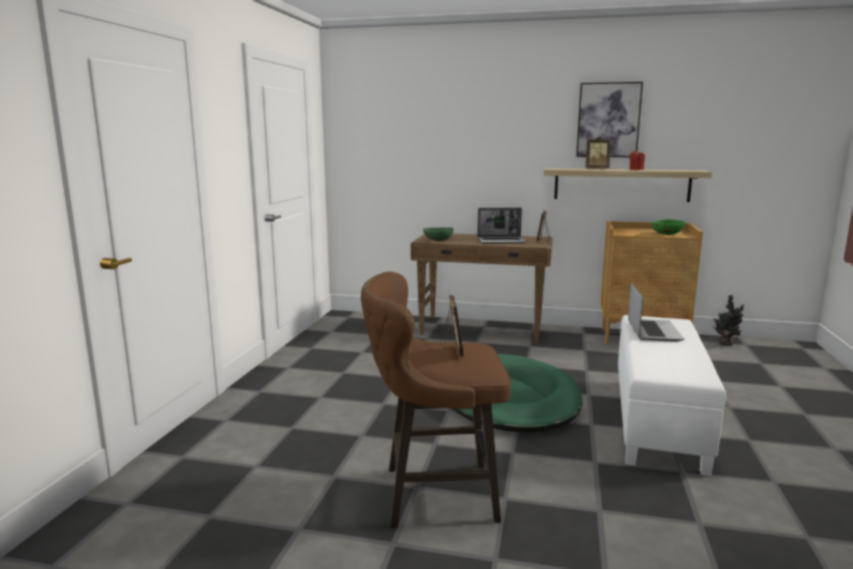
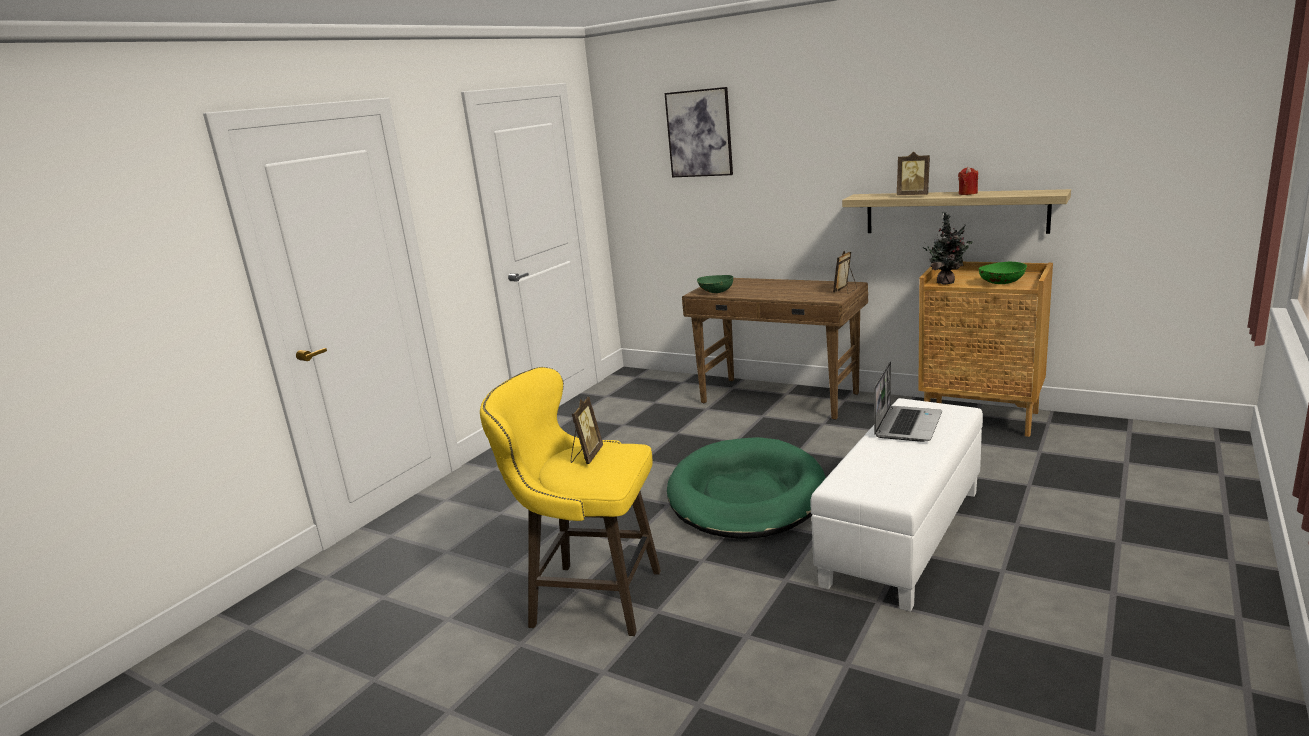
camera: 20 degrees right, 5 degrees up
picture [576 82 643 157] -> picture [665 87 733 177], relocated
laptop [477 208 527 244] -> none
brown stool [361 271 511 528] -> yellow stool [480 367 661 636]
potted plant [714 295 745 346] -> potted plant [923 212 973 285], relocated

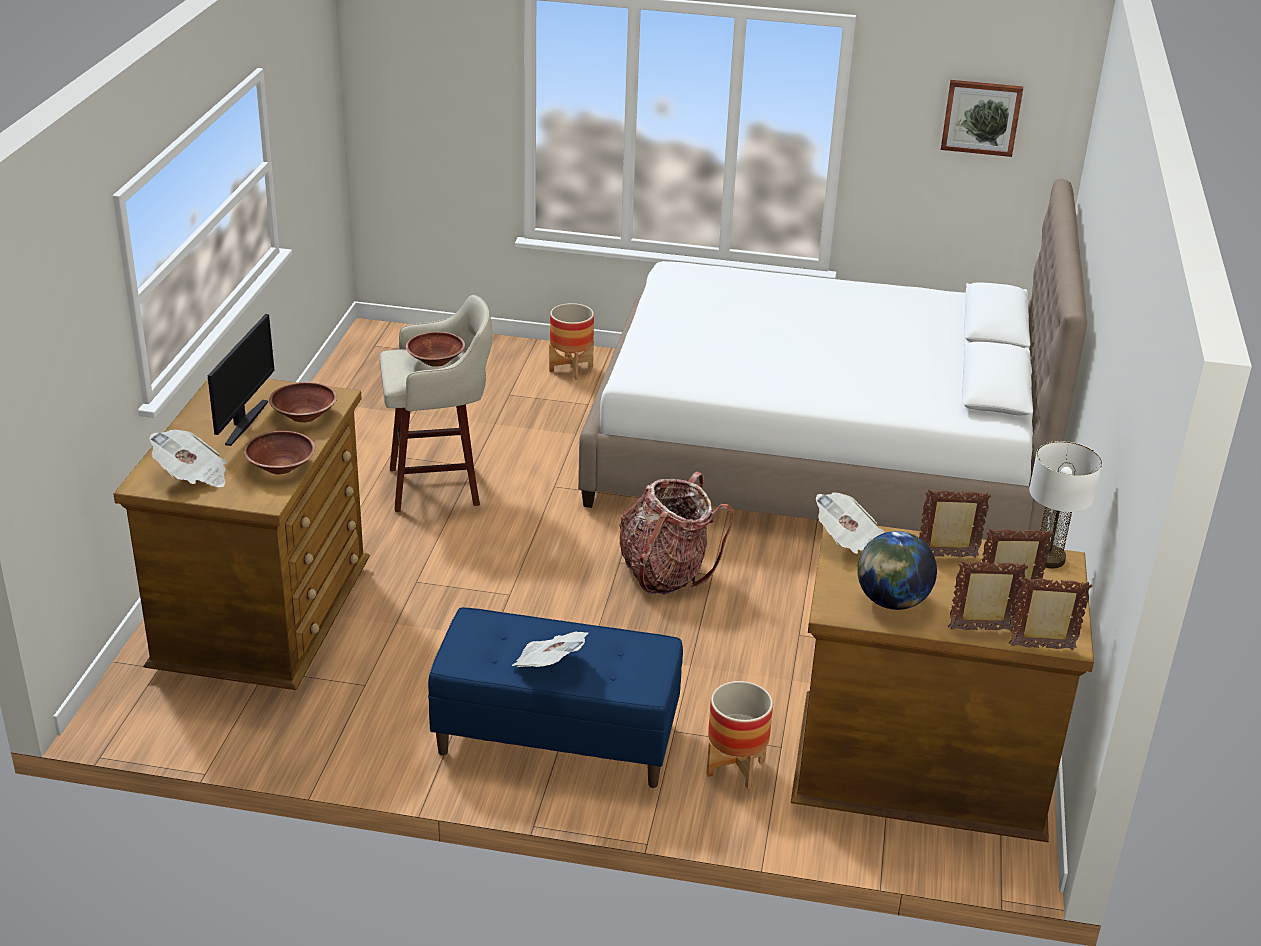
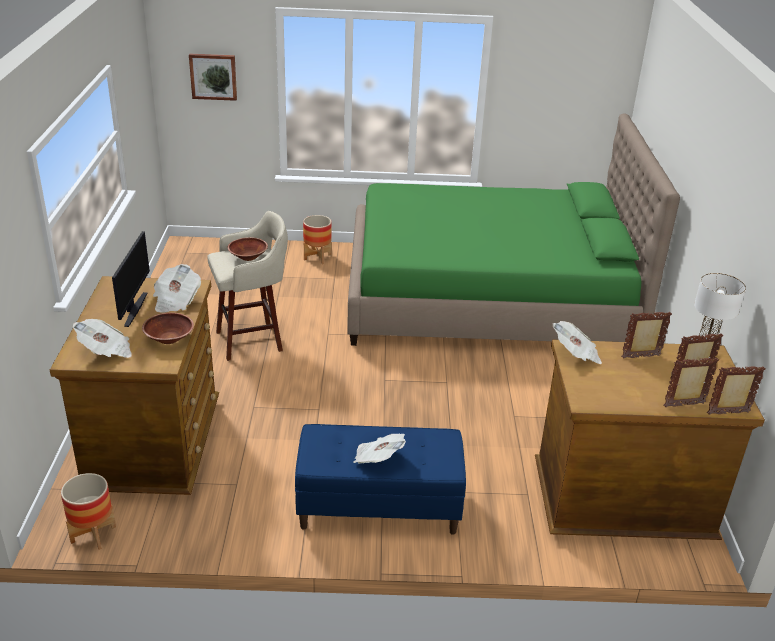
camera: 10 degrees left, 0 degrees up
picture [941 80 1023 157] -> picture [189 54 237 101], relocated
white bed [578 179 1087 540] -> green bed [347 113 680 346]
brown bowl [269 382 337 423] -> newspaper [153 264 201 313]
backpack [619 472 733 595] -> none
globe [857 531 937 610] -> none
planter [706 681 773 790] -> planter [61 473 116 550], relocated

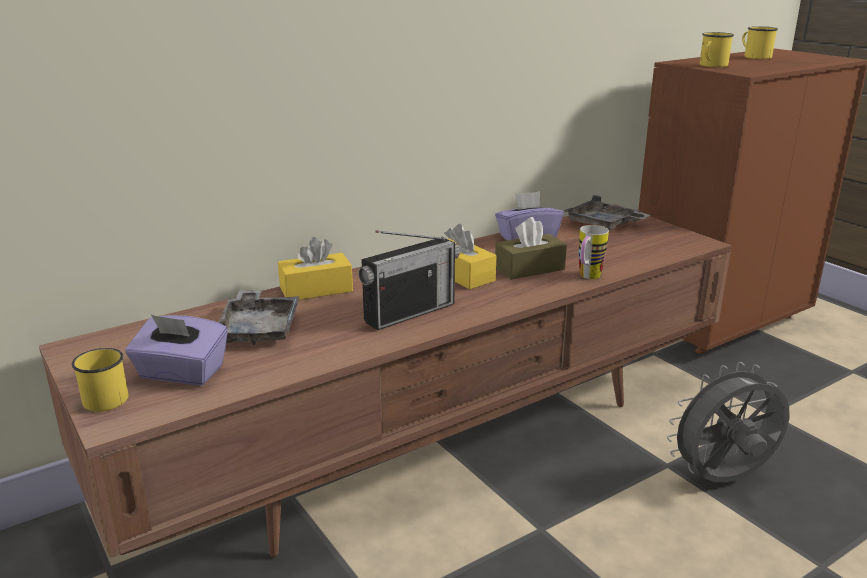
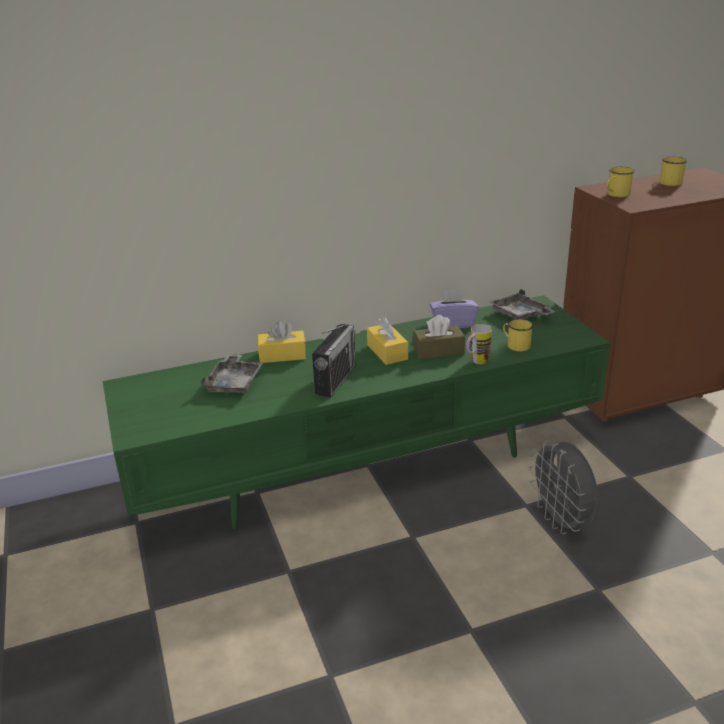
camera: 15 degrees right, 5 degrees up
brown tv stand [39 204 732 559] -> green tv stand [103 295 610 530]
radio [358 230 460 330] -> radio [312 324 356 397], 45 degrees counterclockwise
purple tissue box [125 315 228 385] -> none
yellow mug [72 348 128 412] -> yellow mug [503 319 533 352], relocated
grey fan [667 362 790 482] -> grey fan [528 440 599 534], 105 degrees counterclockwise

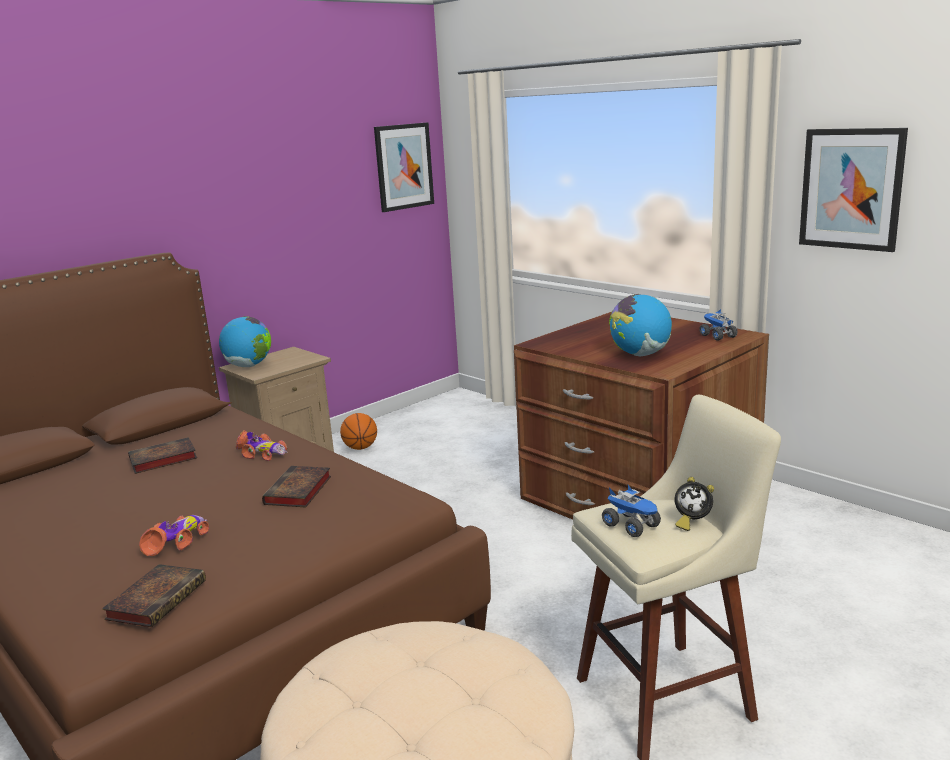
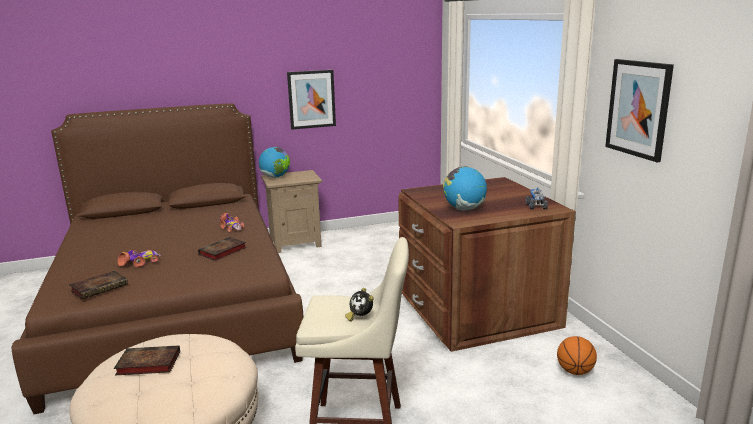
camera: 25 degrees right, 0 degrees up
picture [374 122 434 212] -> picture [287 70 336 130], relocated
basketball [340 413 377 450] -> basketball [557 336 597 375], relocated
book [128 437 197 474] -> book [114 345 180 375], relocated
toy truck [602 485 661 537] -> none

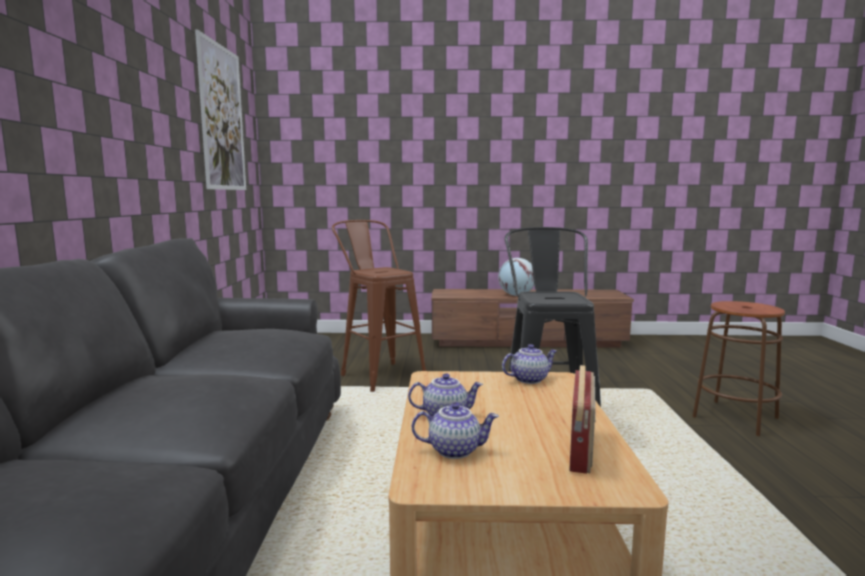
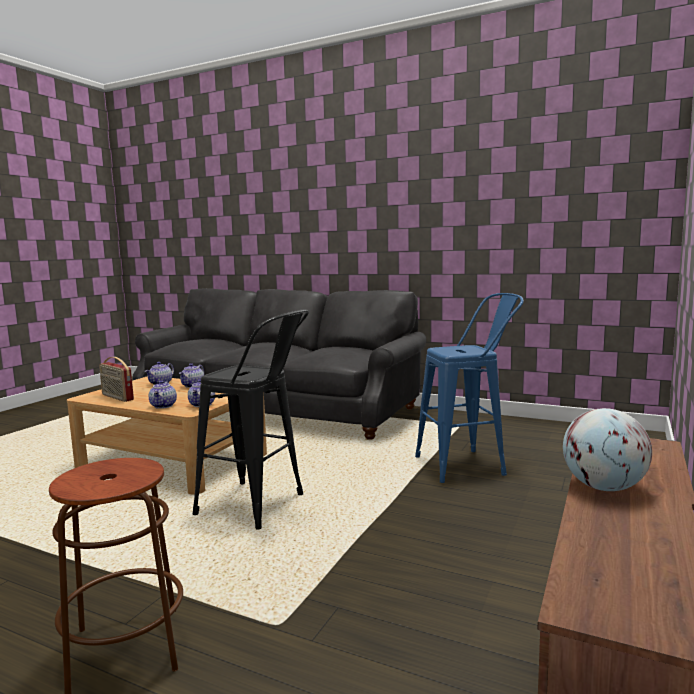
camera: 115 degrees right, 0 degrees up
picture [195 29 246 190] -> none
brown stool [332 220 426 392] -> blue stool [415 293 524 483]
none -> teapot [149 380 177 409]

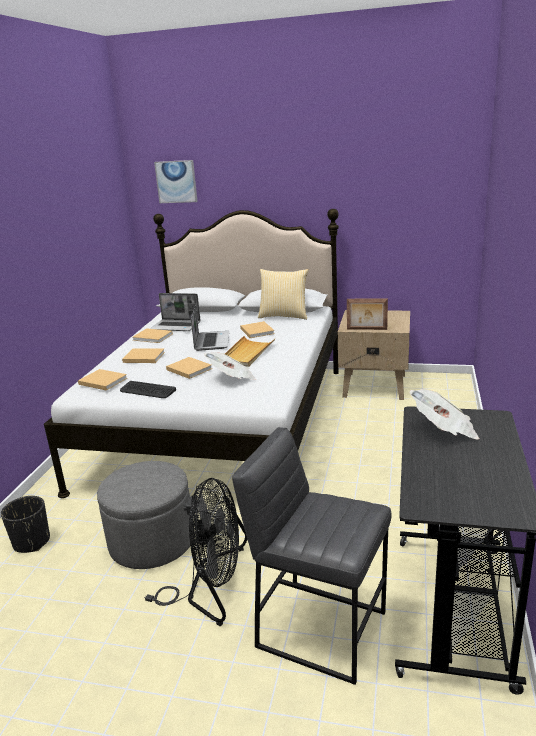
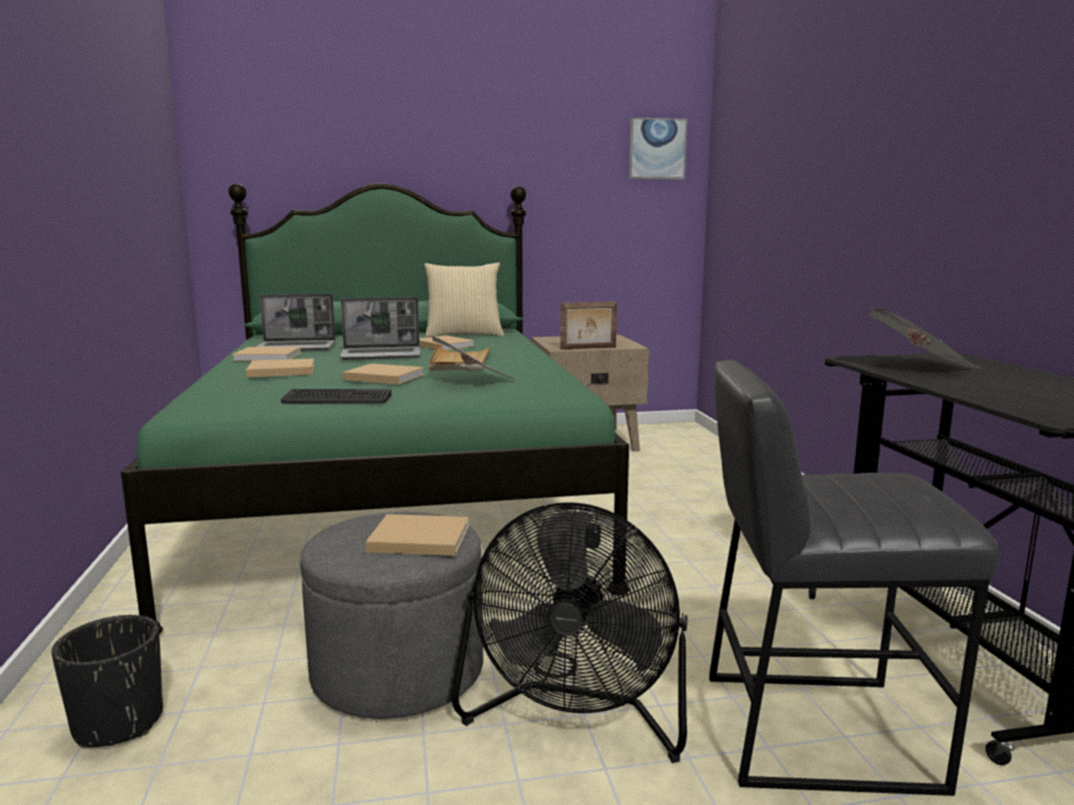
camera: 25 degrees left, 10 degrees down
picture [154 160 198 203] -> picture [629 117 687 180], relocated
white bed [44 209 339 498] -> green bed [121 183 629 634]
laptop [191 305 229 351] -> laptop [340 297 421 360], 105 degrees clockwise
beige book [78 369 127 391] -> beige book [366 514 469 556], relocated
black fan [145 478 247 627] -> black fan [451 502 688 763], 120 degrees clockwise

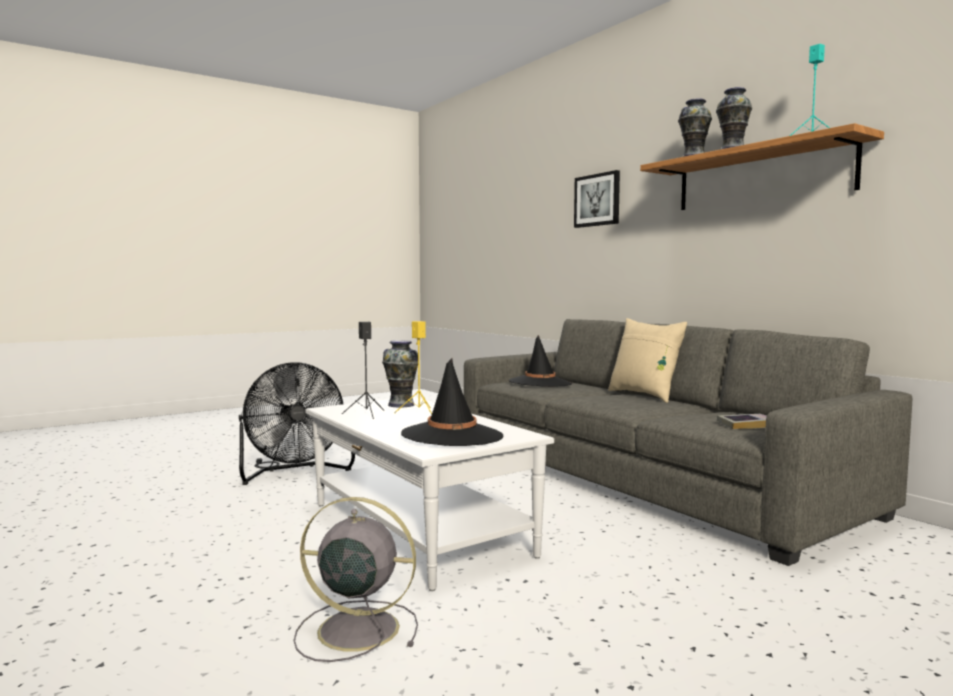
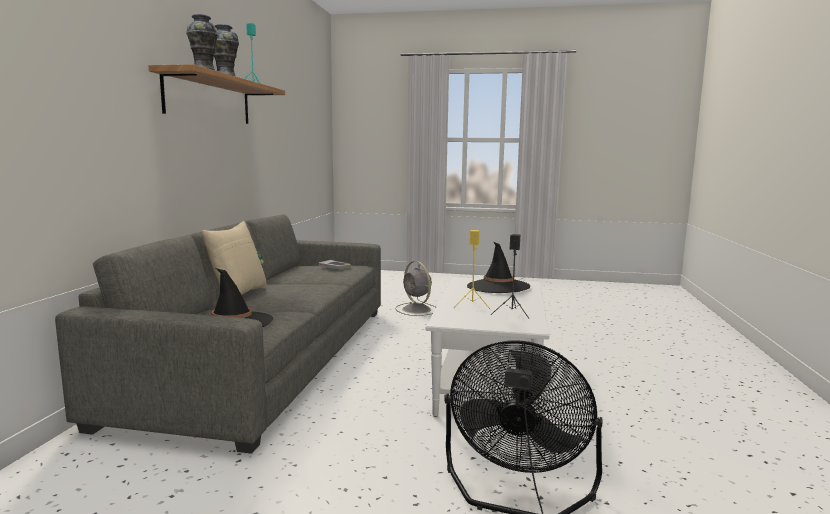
camera: 135 degrees left, 5 degrees up
picture [574 170 620 228] -> none
vase [382 340 418 407] -> none
grey fan [294 497 418 662] -> grey fan [395 261 435 316], relocated

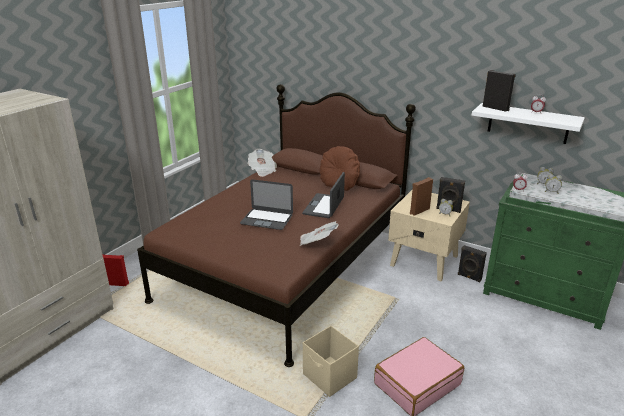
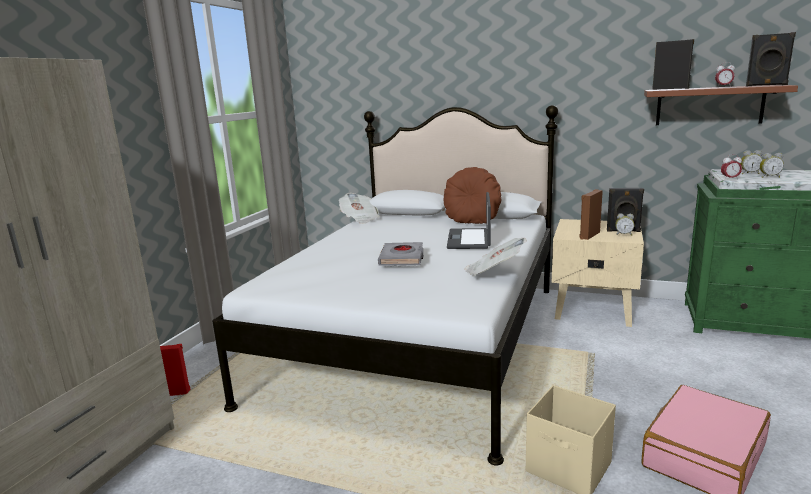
camera: 10 degrees left, 10 degrees down
brown bed [137 84 416 367] -> white bed [212 105 558 466]
white shelf [472 103 585 144] -> brown shelf [644 85 798 125]
laptop [240 179 293 230] -> grey book [378 242 423 266]
black speaker [458 245 487 282] -> black speaker [746 32 796 86], relocated

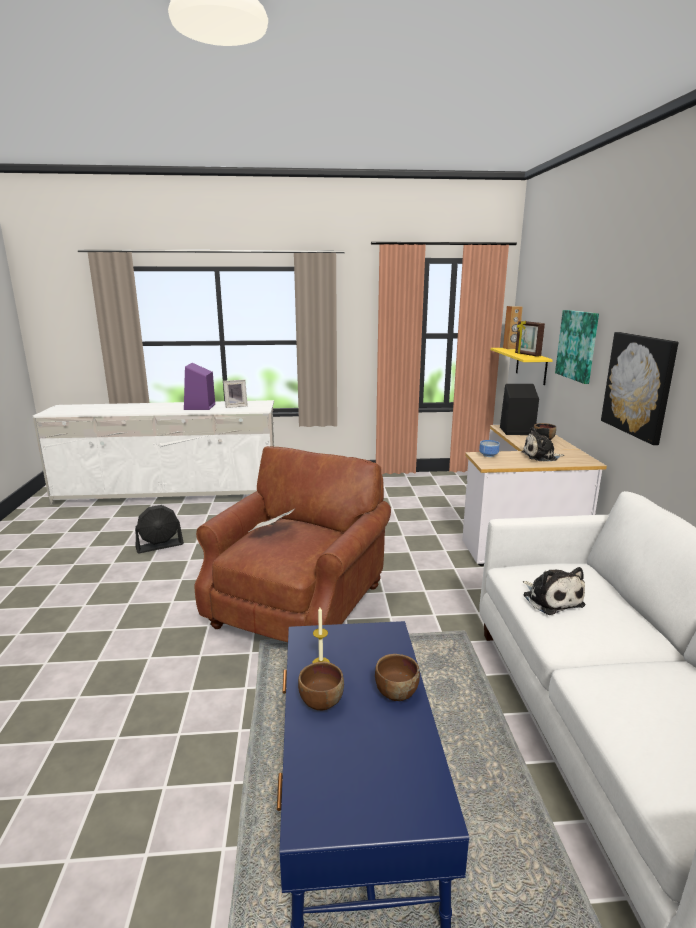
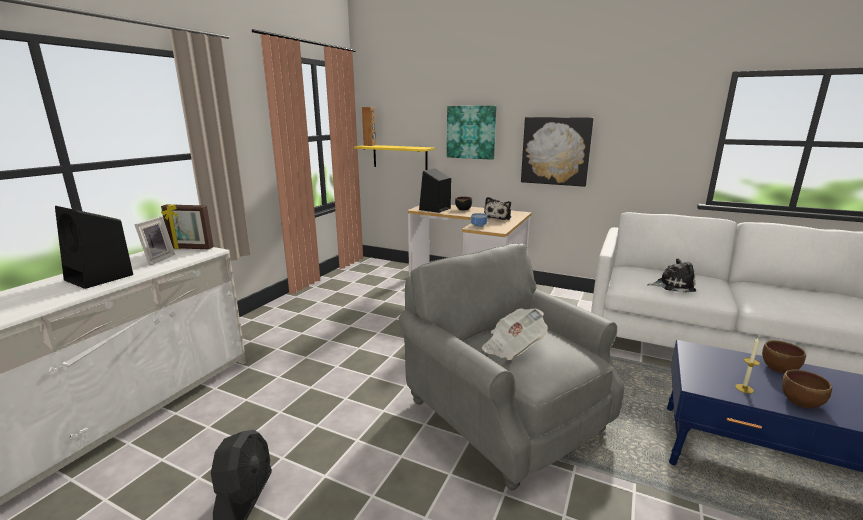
camera: 60 degrees left, 0 degrees up
picture frame [515 321 545 357] -> picture frame [161 204 214 249], relocated
purple speaker [184 363 215 410] -> black speaker [55 206 134 289]
brown armchair [194 446 391 642] -> grey armchair [399 243 624 490]

